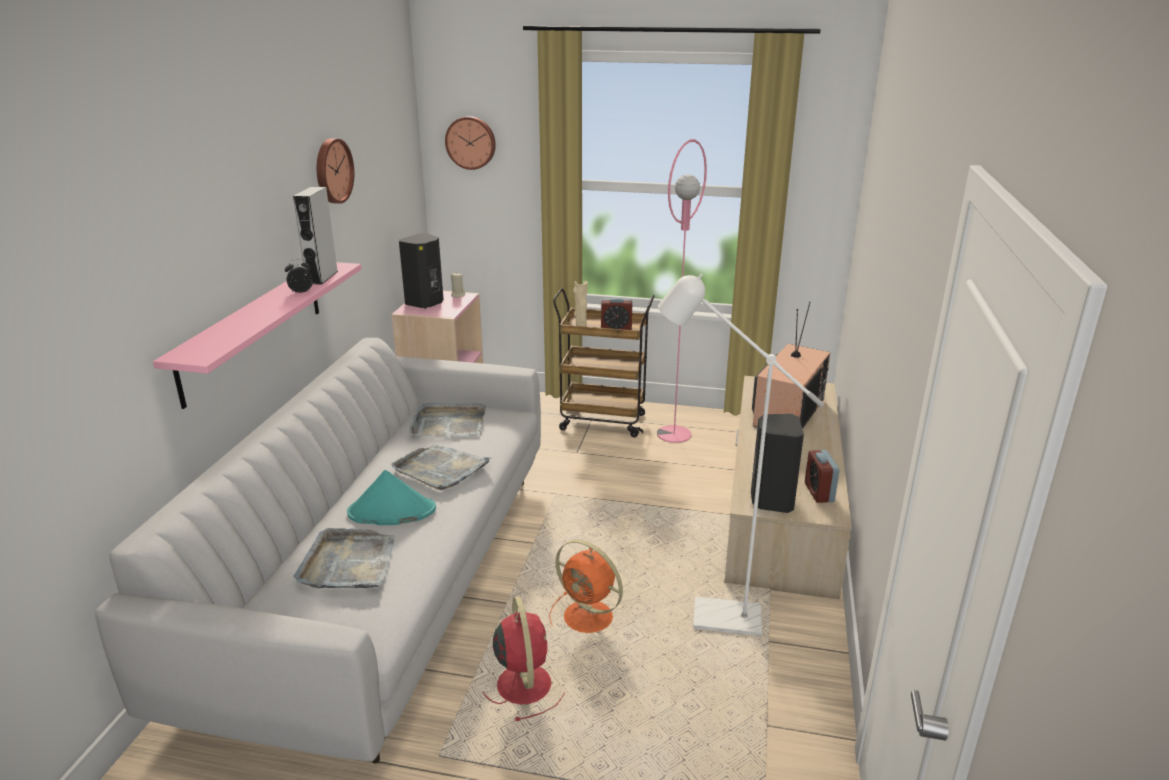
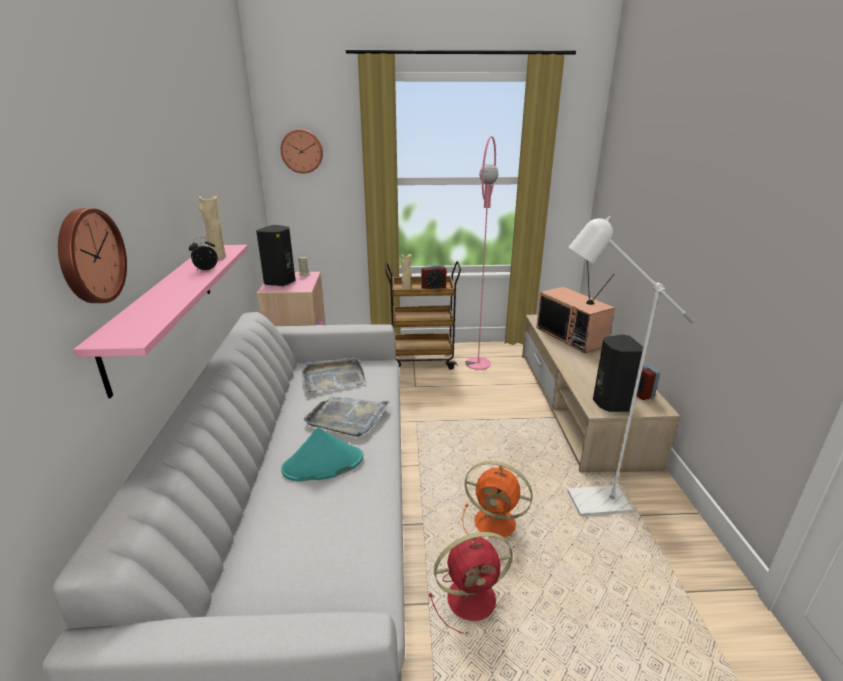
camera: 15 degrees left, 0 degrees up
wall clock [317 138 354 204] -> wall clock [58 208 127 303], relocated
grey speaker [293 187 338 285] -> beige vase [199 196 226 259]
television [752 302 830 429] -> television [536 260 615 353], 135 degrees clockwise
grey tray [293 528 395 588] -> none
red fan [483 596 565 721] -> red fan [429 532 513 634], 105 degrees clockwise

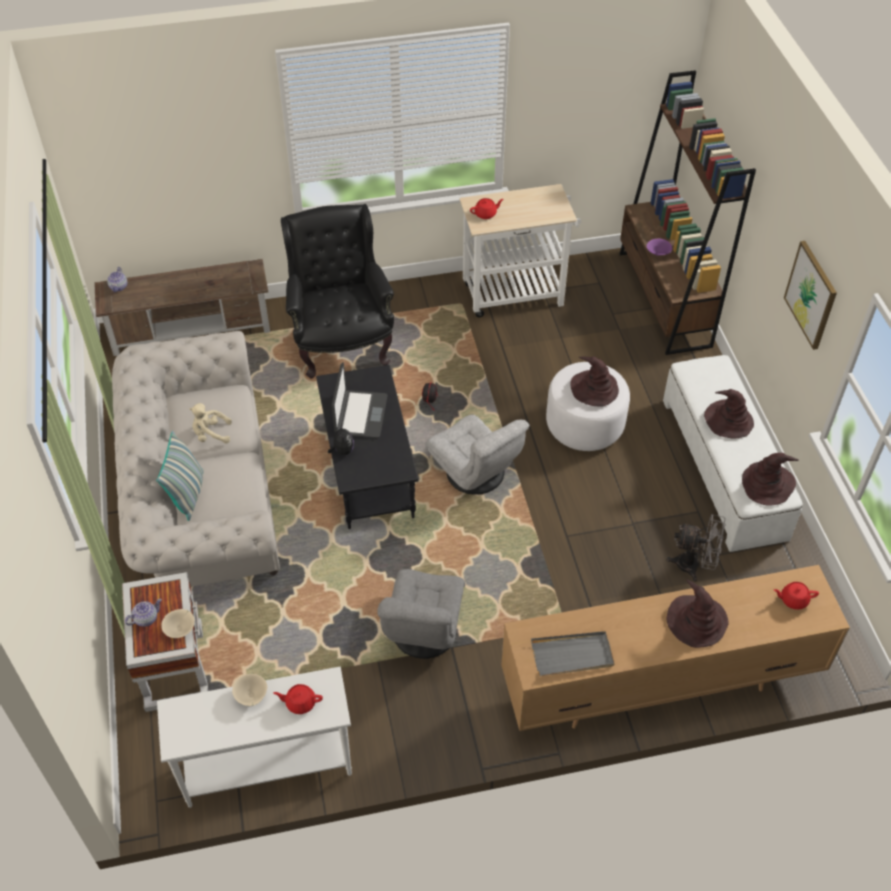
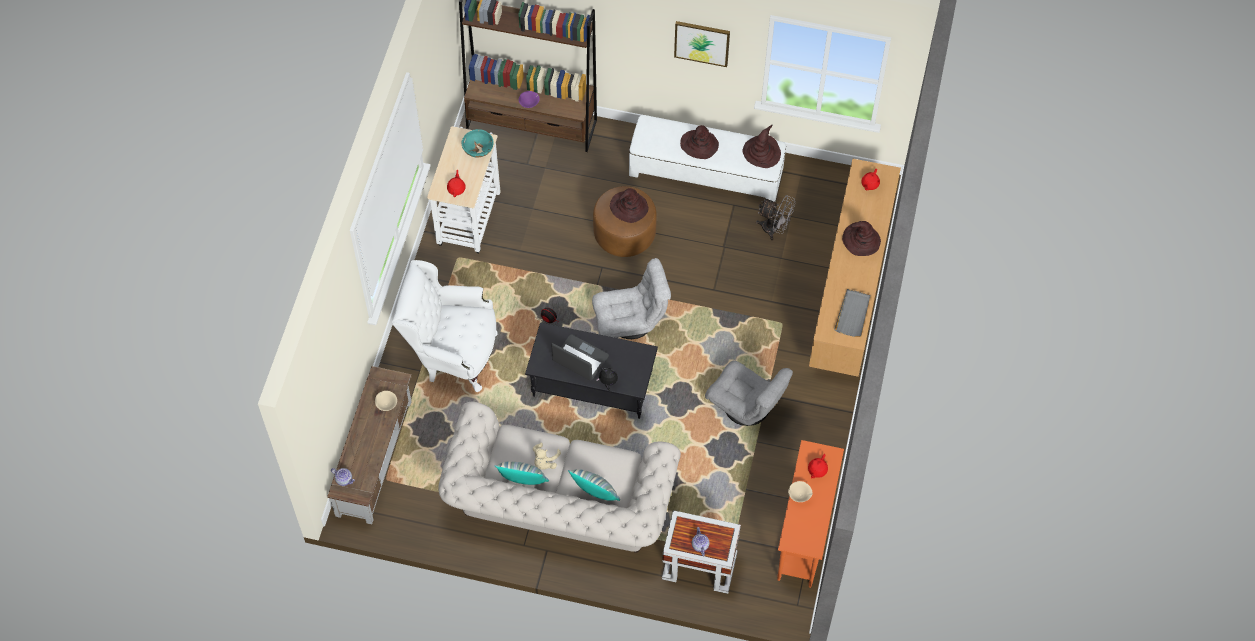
camera: 65 degrees left, 10 degrees up
black armchair [281 204 394 379] -> white armchair [392 260 498 392]
white ottoman [546 362 630 451] -> brown ottoman [593 186 657 257]
grey fan [666 514 725 582] -> grey fan [756 195 796 241], 75 degrees clockwise
beige bowl [161 609 195 638] -> beige bowl [375 391 397 411], relocated
white console table [157 666 352 808] -> orange console table [777 440 844 588]
none -> turquoise bowl [461 129 493 158]
none -> pillow [494 461 549 485]

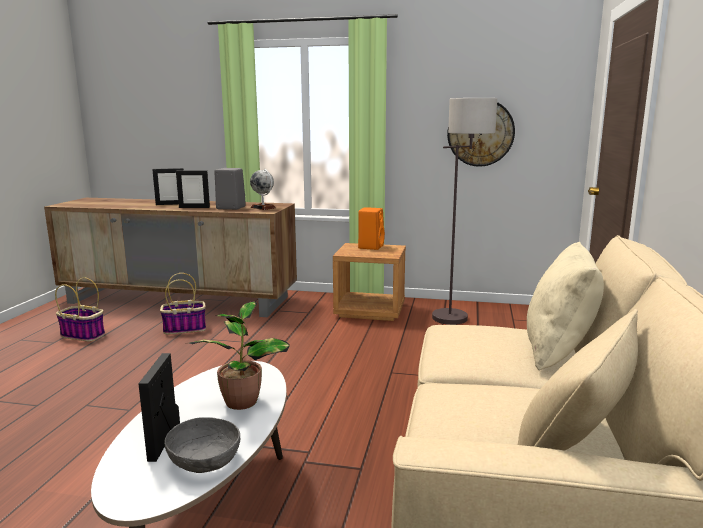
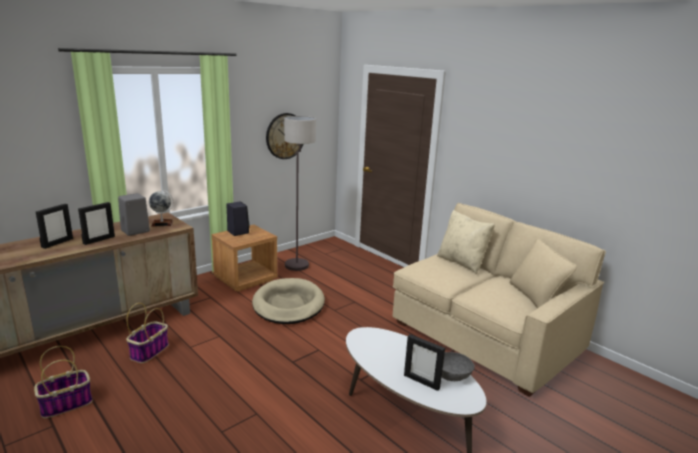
camera: 55 degrees left, 5 degrees up
orange speaker [358 207 385 250] -> black speaker [226 202 249 236]
potted plant [185 301 290 410] -> none
none -> beige dog bed [252 278 325 324]

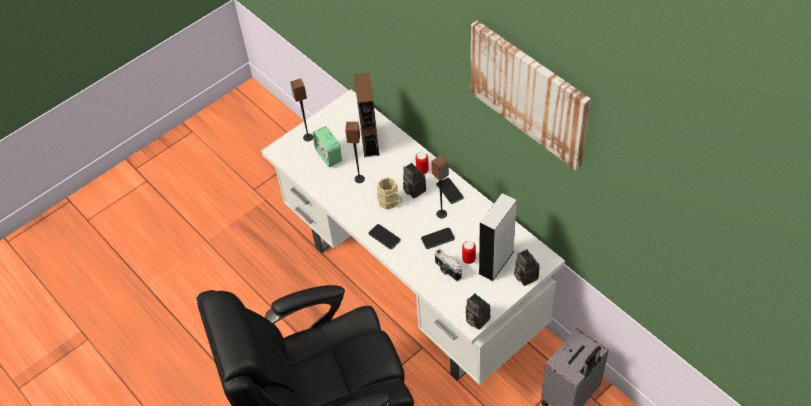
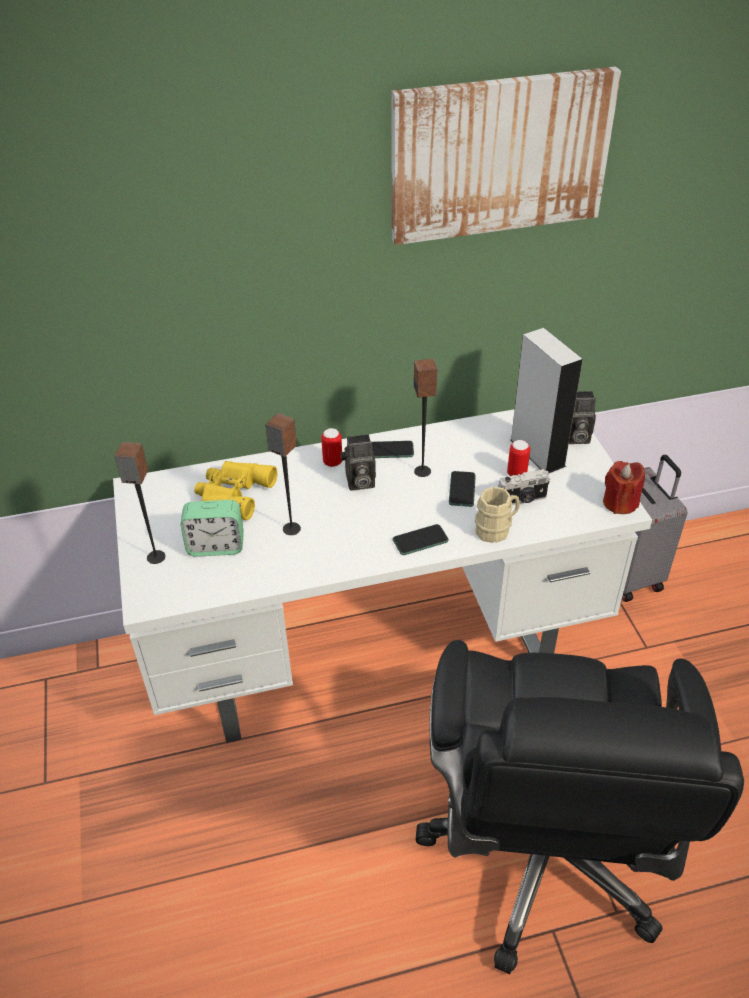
camera: 65 degrees left, 10 degrees down
brown speaker [354 73 380 157] -> yellow binoculars [194 461 277 520]
beige mug [377 178 402 209] -> beige mug [475 487 520 543], relocated
photo camera [466 293 491 330] -> red candle [603 461 645 514]

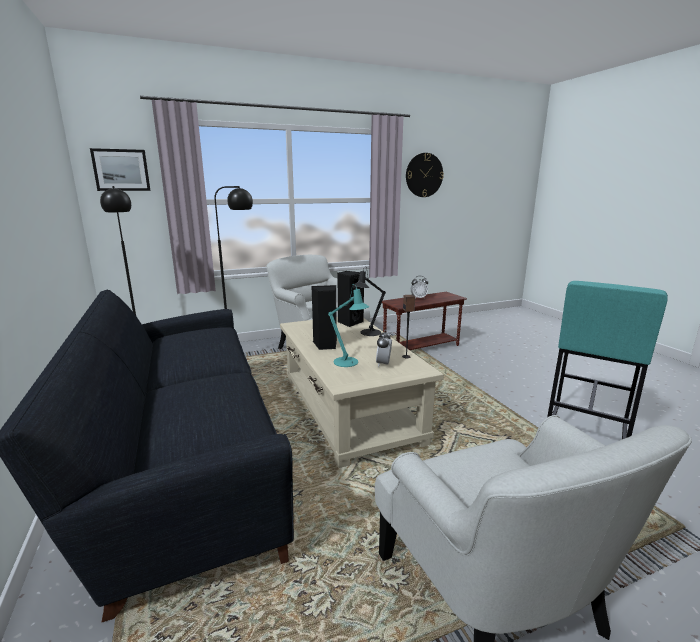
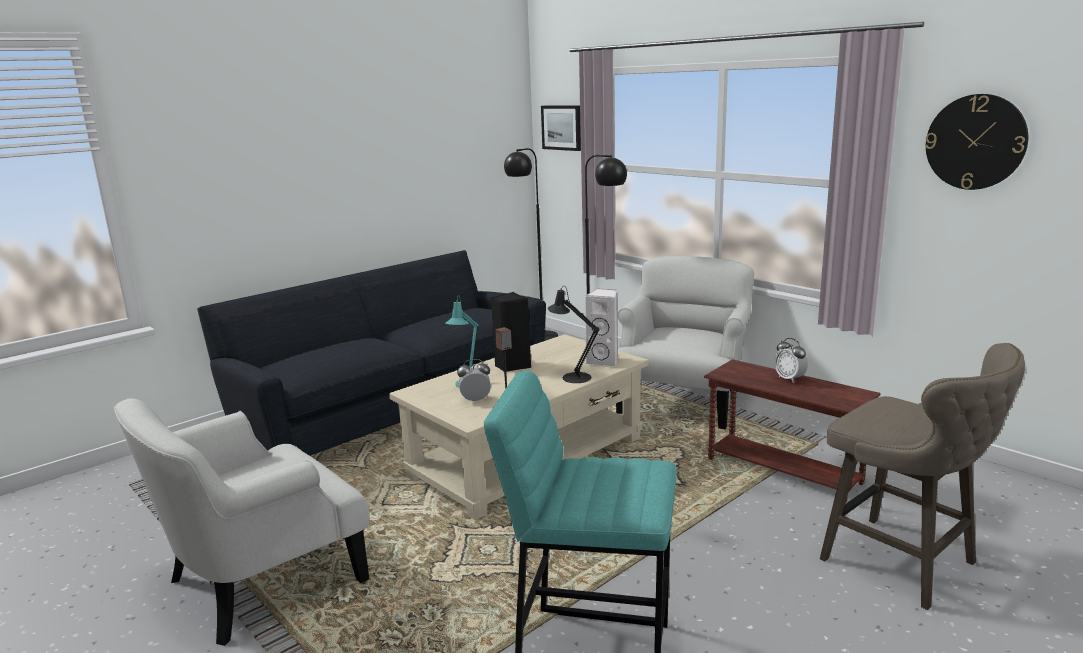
camera: 70 degrees right, 0 degrees up
black speaker [337 271 364 327] -> white speaker [585 289 617 367]
none -> beige stool [820 343 1025 610]

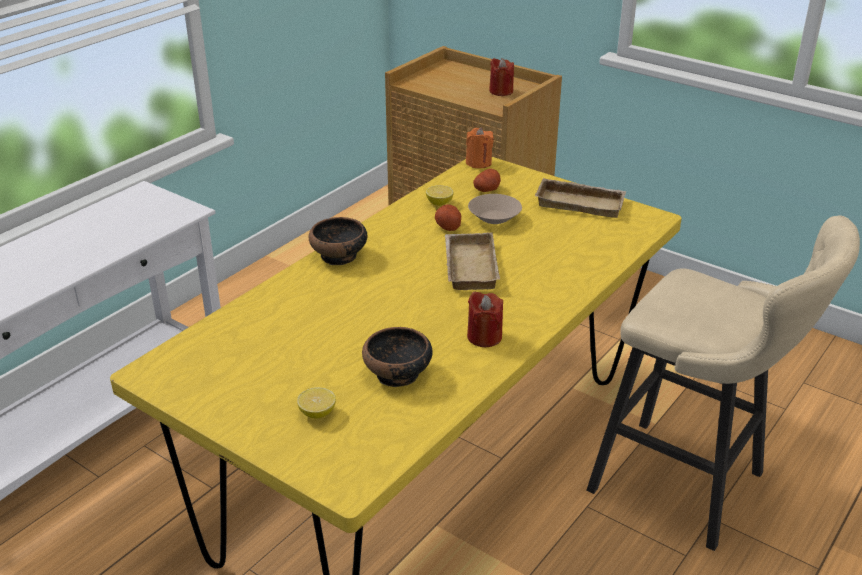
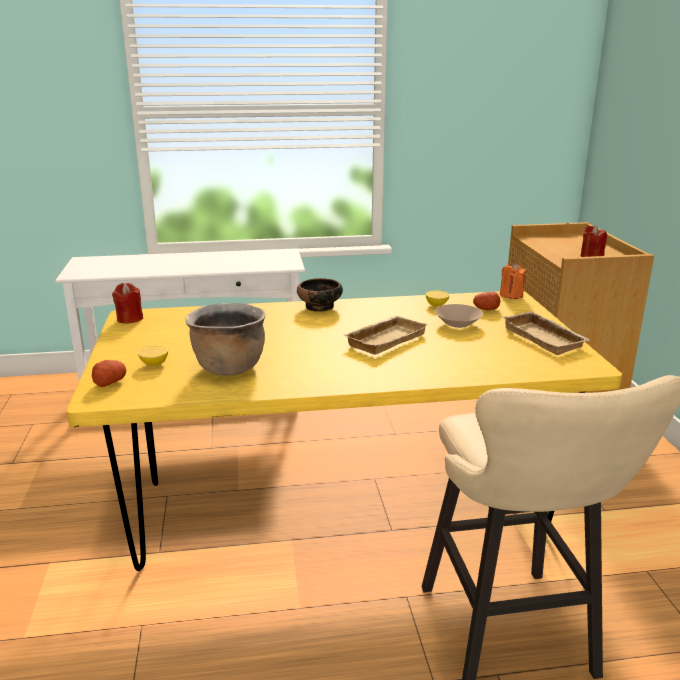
camera: 45 degrees right, 10 degrees down
potato [435 205 461 231] -> potato [92 360 126 387], relocated
red candle [467 292 503 347] -> red candle [112 283 143 324], relocated
bowl [362 327 433 387] -> brown cooking pot [185 303 265 376]

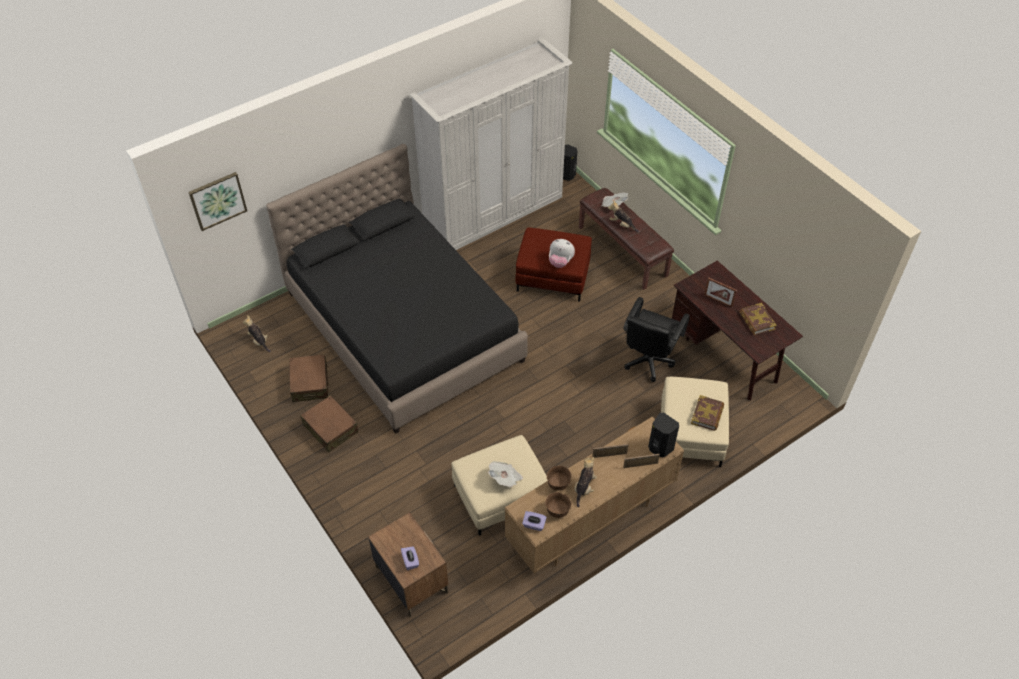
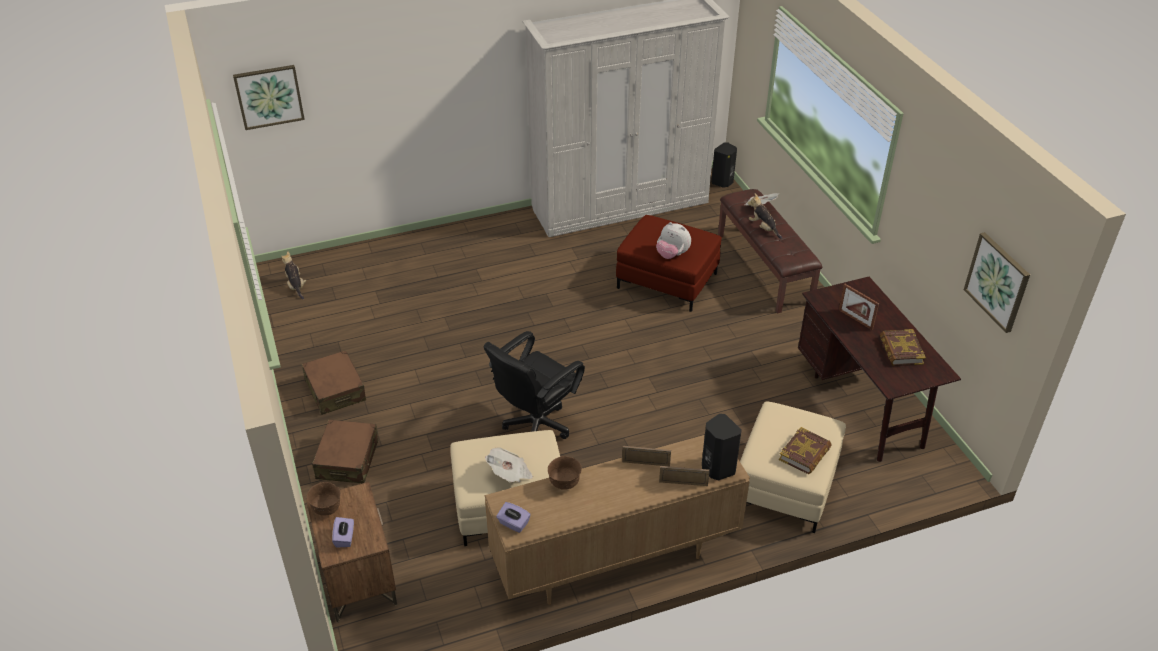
camera: 15 degrees right, 10 degrees down
black bed [266 144 528 434] -> none
black office chair [623 297 690 382] -> black office chair [484 331 585 439], relocated
brown suitcase [289 354 329 402] -> brown suitcase [312 420 379 484], relocated
plush toy [575 457 597 507] -> none
brown bowl [545 492 571 518] -> brown bowl [307 482 340 516], relocated
none -> picture [964 232 1030 333]

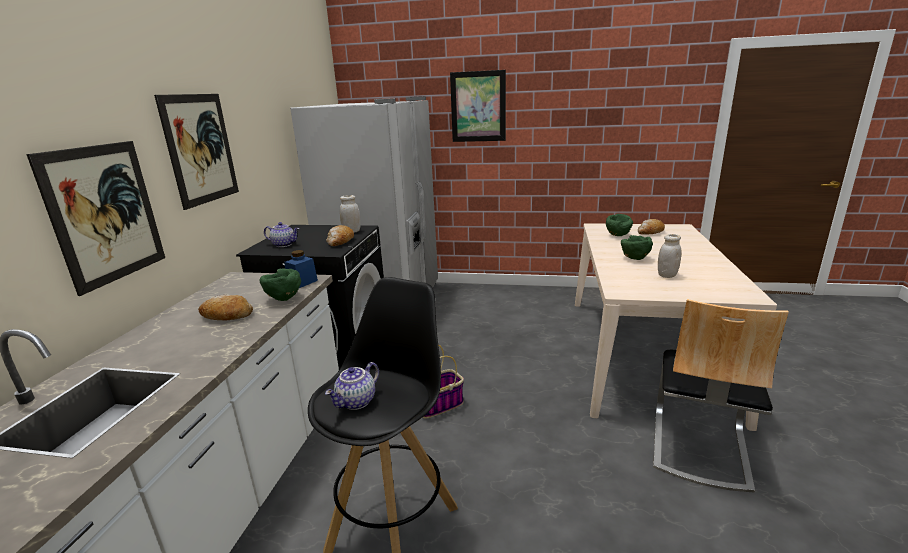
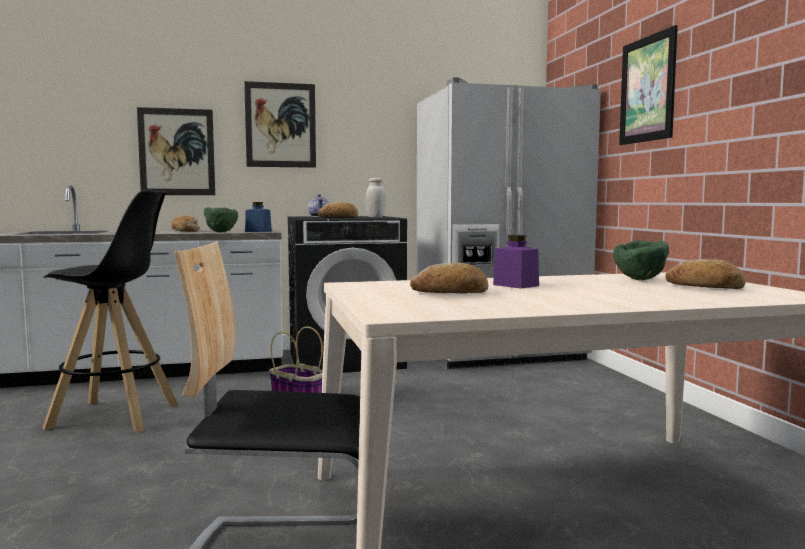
camera: 65 degrees right, 15 degrees down
white jar [658 234 682 278] -> bread [410 263 488 293]
green bowl [621 235 653 260] -> purple jar [493 235 539 289]
teapot [325 362 379 410] -> none

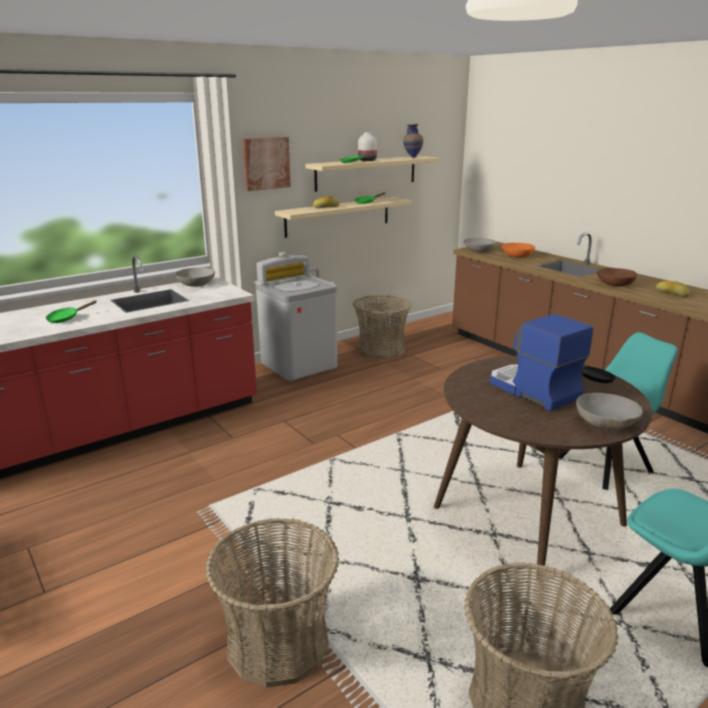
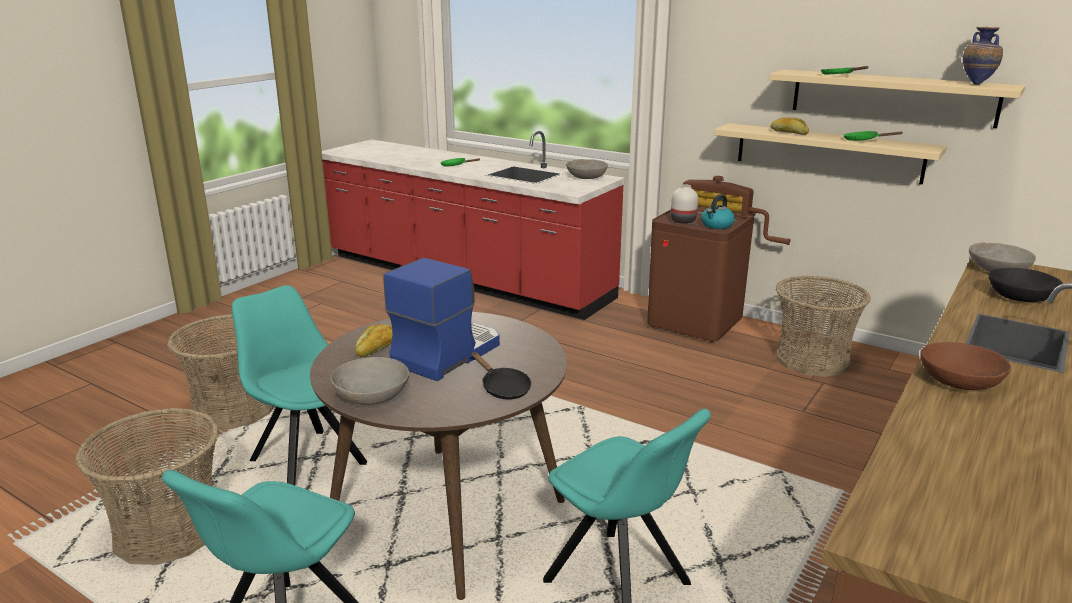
camera: 70 degrees right, 0 degrees up
white vase [358 132 377 161] -> white vase [671 185 698 223], relocated
picture [243 137 291 191] -> none
orange bowl [502 243 535 258] -> black bowl [989 268 1063 302]
grey washing machine [254 252 337 382] -> brown washing machine [647 176 790 342]
bread [656 281 690 297] -> bread [355 324 393 357], relocated
none -> kettle [701 194 735 229]
none -> turquoise chair [232 285 367 485]

